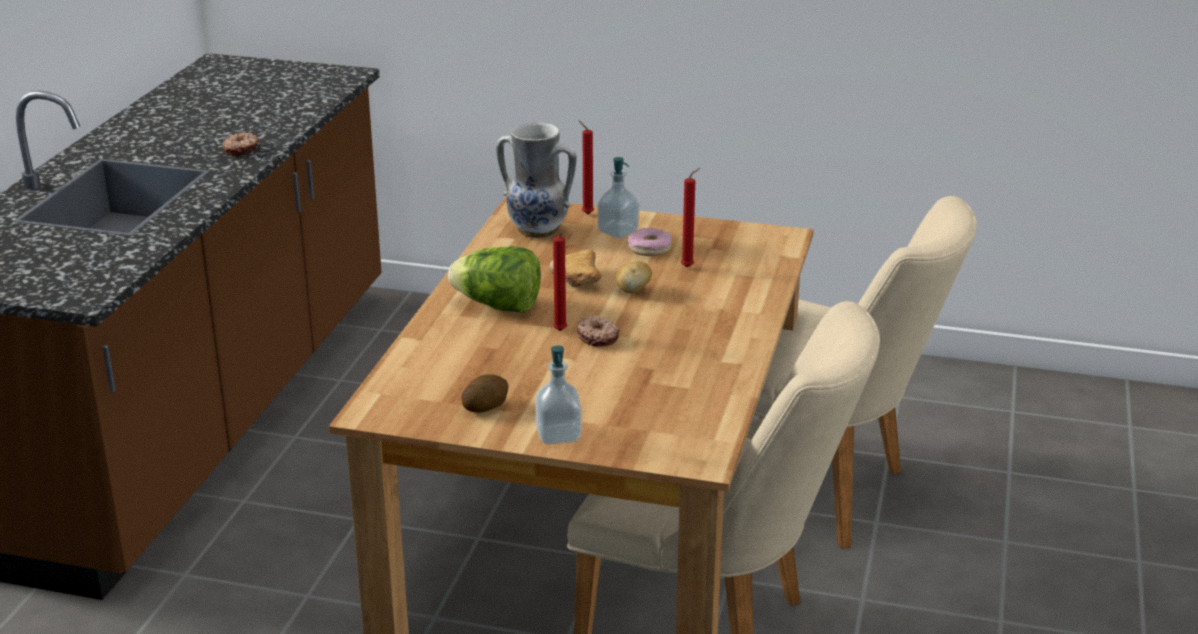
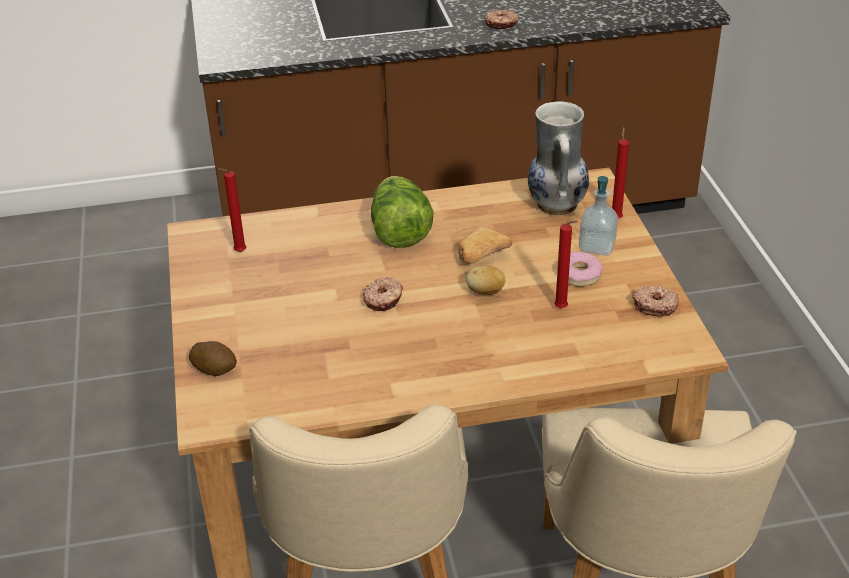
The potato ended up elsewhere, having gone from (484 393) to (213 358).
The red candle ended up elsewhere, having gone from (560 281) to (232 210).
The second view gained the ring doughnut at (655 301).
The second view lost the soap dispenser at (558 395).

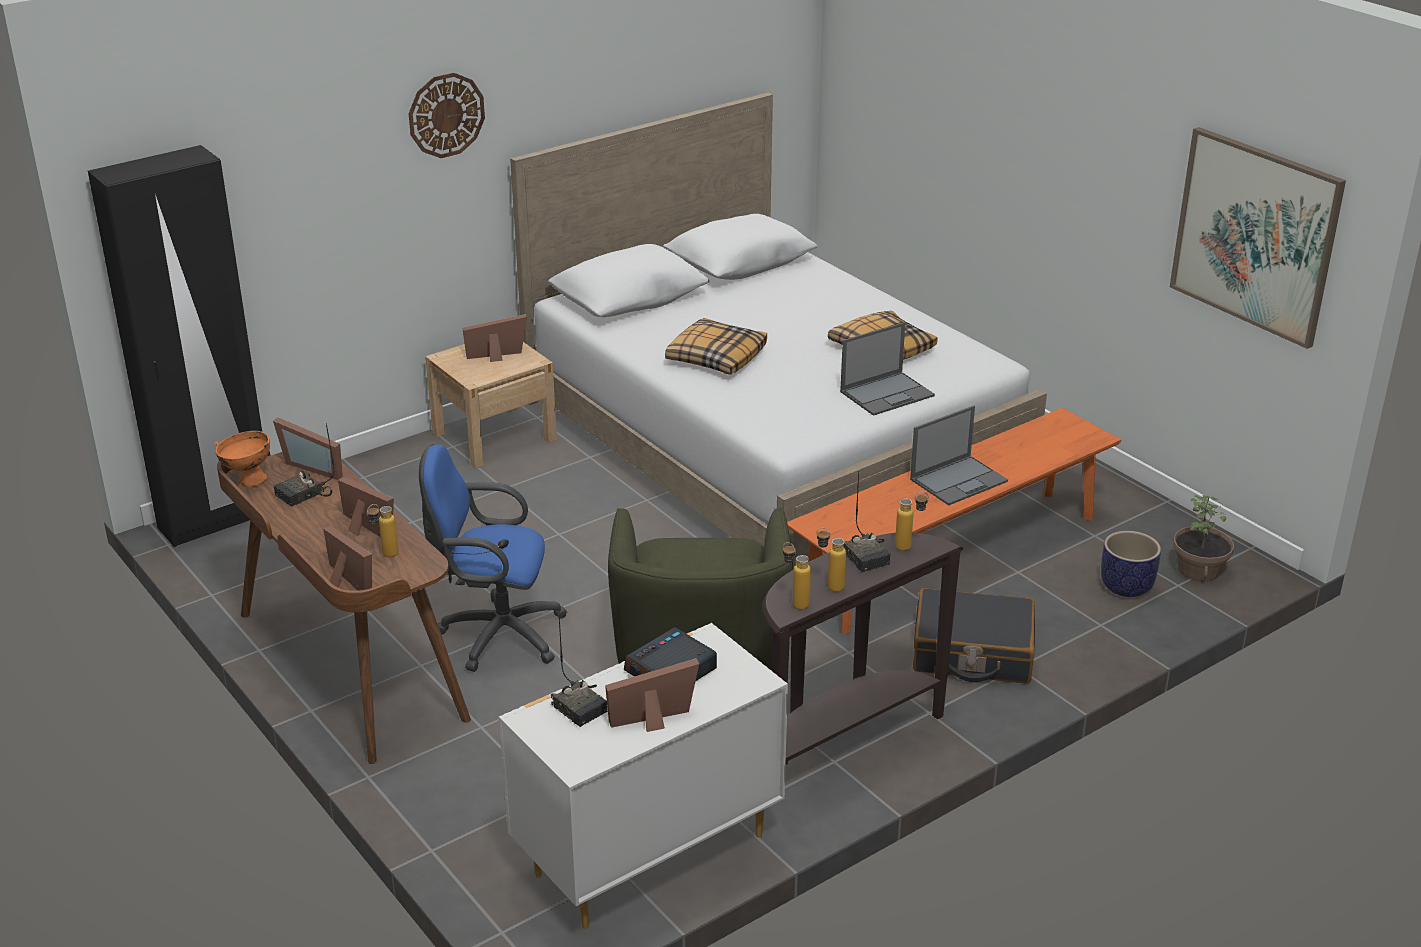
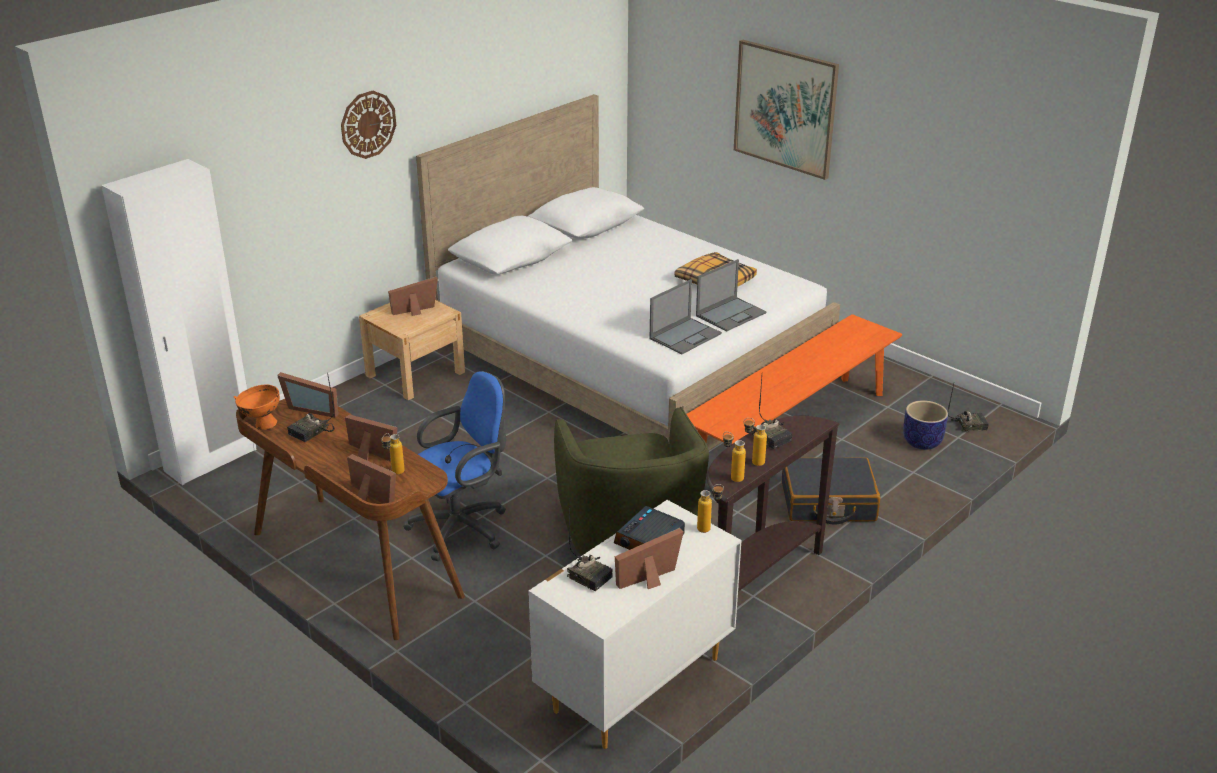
What was the black-coloured clothes cupboard at (175 346) turned into the white-coloured clothes cupboard at (179 322).
The bluish office chair at (493 558) ended up facing another way, 150 degrees clockwise from before.
The notebook computer ended up elsewhere, having gone from (959 455) to (685 316).
The bottle ended up elsewhere, having gone from (912 521) to (710 508).
The wall art ended up elsewhere, having gone from (1258 238) to (786 110).
Where the houseplant stood at (1203 538), the radio came to stand at (968 407).
The second view lost the pillow at (716 346).

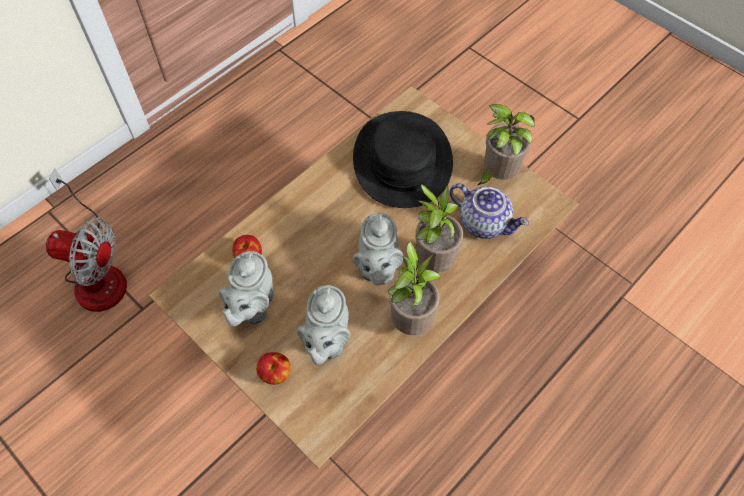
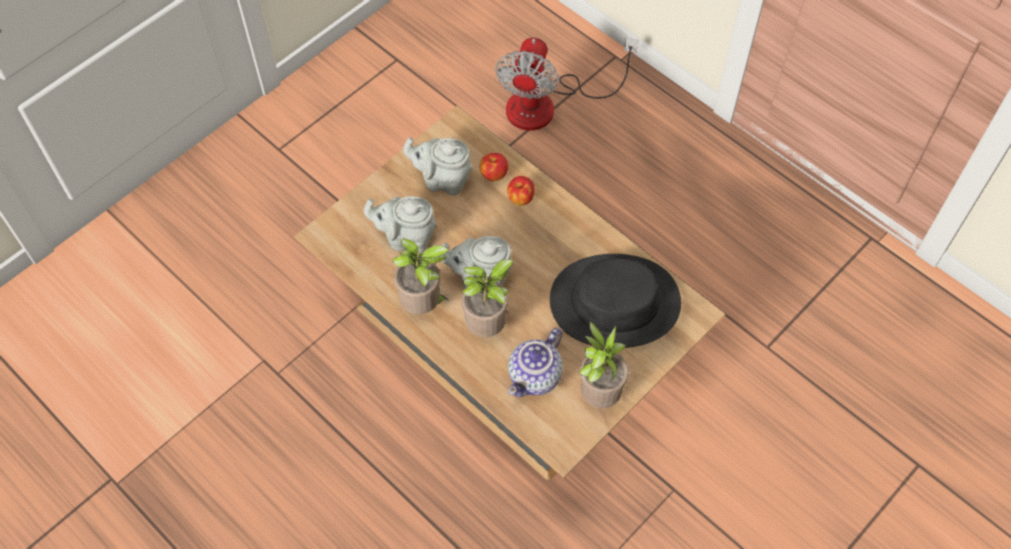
The whole apple ended up elsewhere, having gone from (273 368) to (521 190).

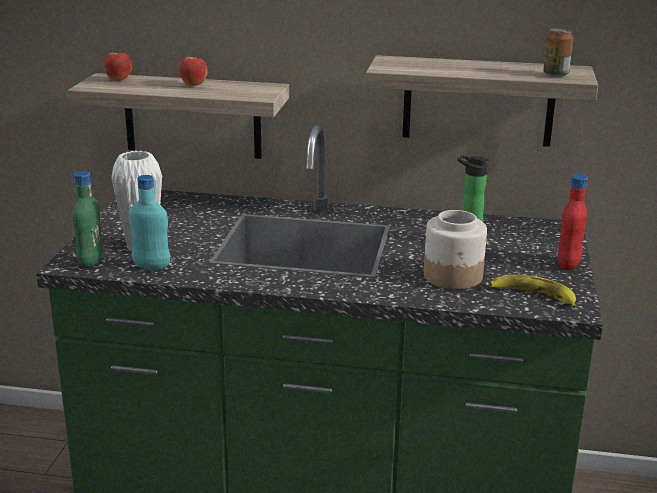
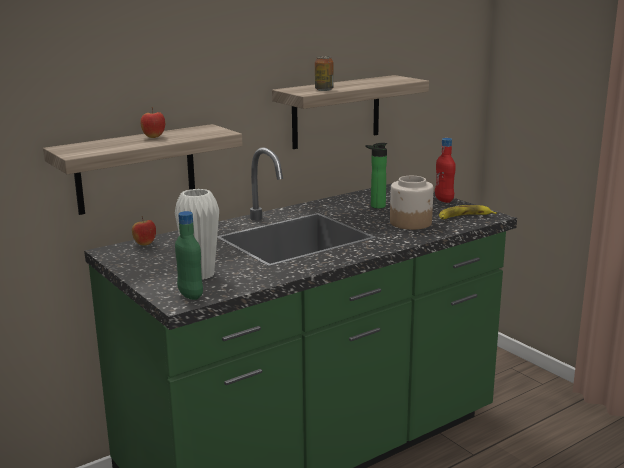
The whole apple ended up elsewhere, having gone from (118 63) to (144 231).
The can ended up elsewhere, having gone from (558 52) to (324 73).
The second view lost the blue-green bottle at (149 222).

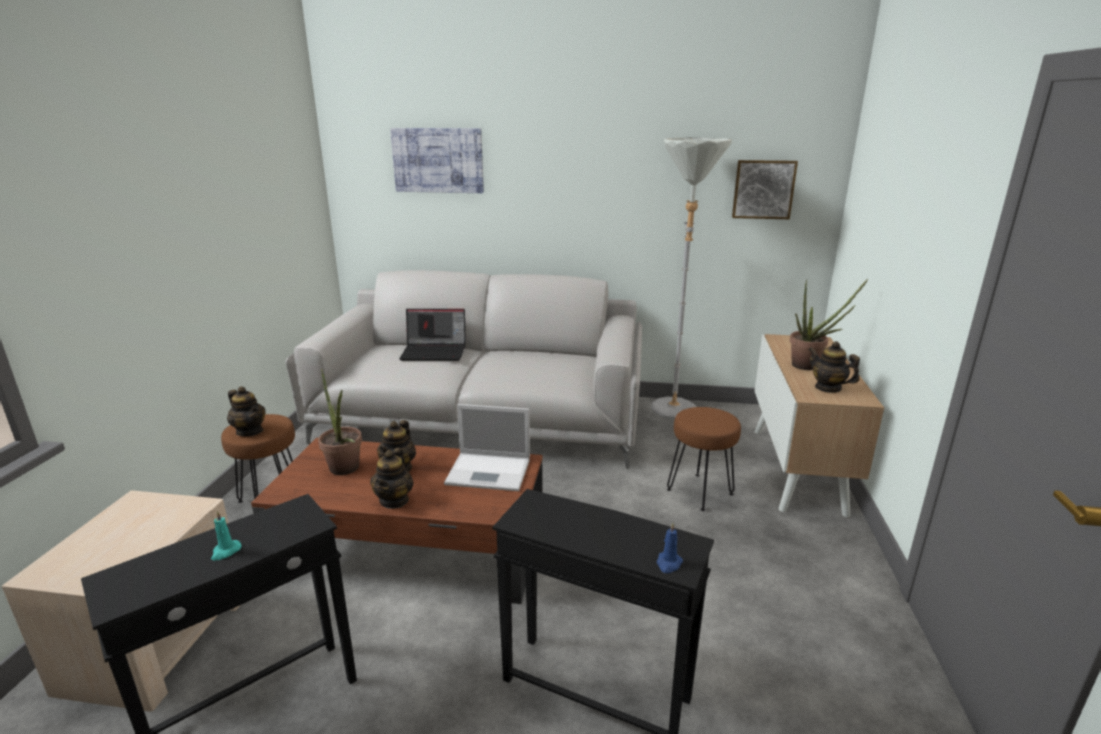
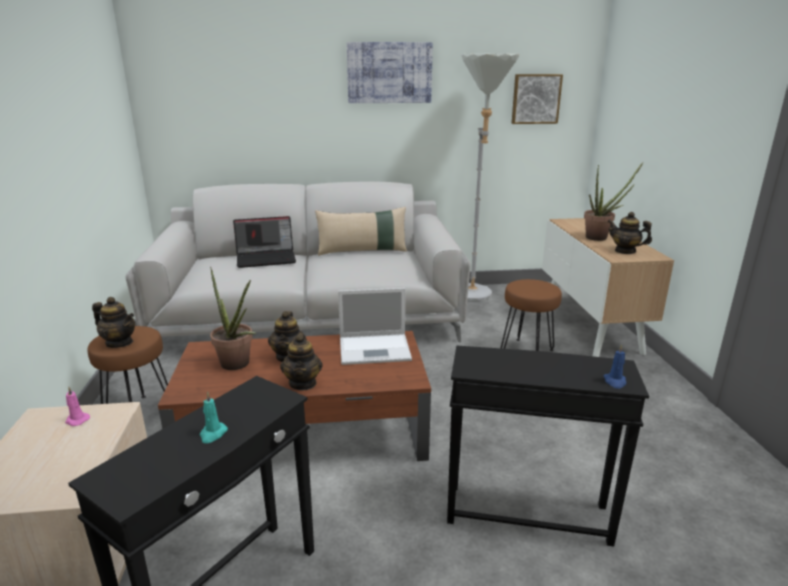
The second view gained the pink candle at (77 406).
The second view gained the beige pillow at (361 231).
The wall art ended up elsewhere, having gone from (437 160) to (390 72).

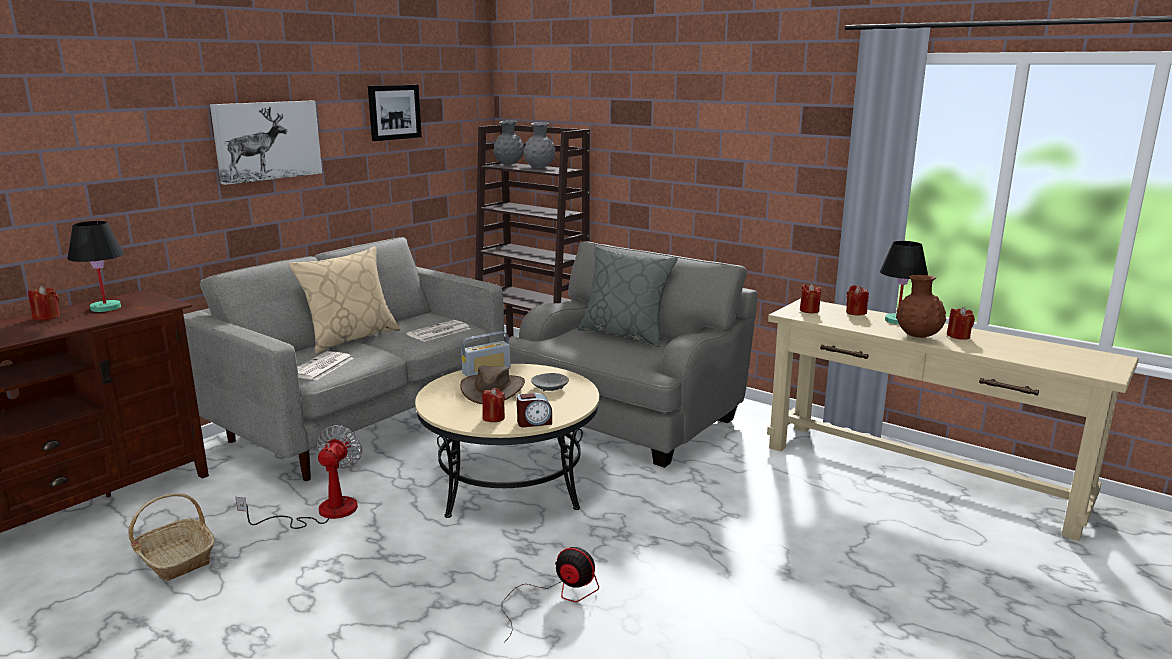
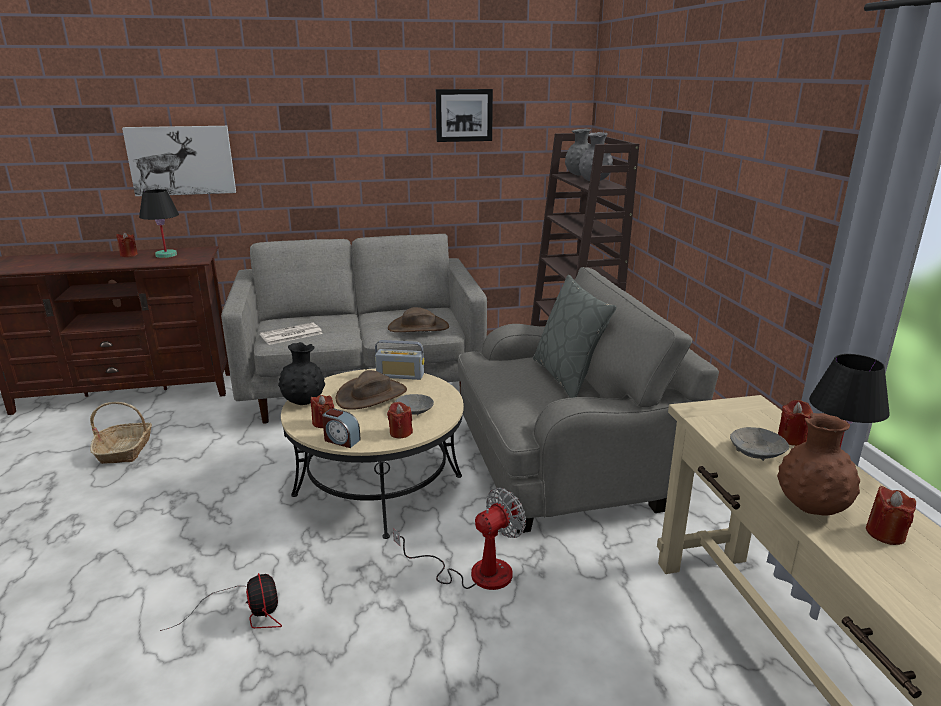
The wall art ended up elsewhere, having gone from (266 143) to (179 161).
The second view gained the black-coloured flower vase at (301 373).
The red candle ended up elsewhere, having gone from (810 299) to (400 420).
Where the printed paper stood at (438 331), the brown-coloured wearable hat came to stand at (418 319).
The cooling fan ended up elsewhere, having gone from (299 477) to (459 539).
The second view gained the grey deep dish at (759 444).
The second view lost the beige pillow at (344 300).

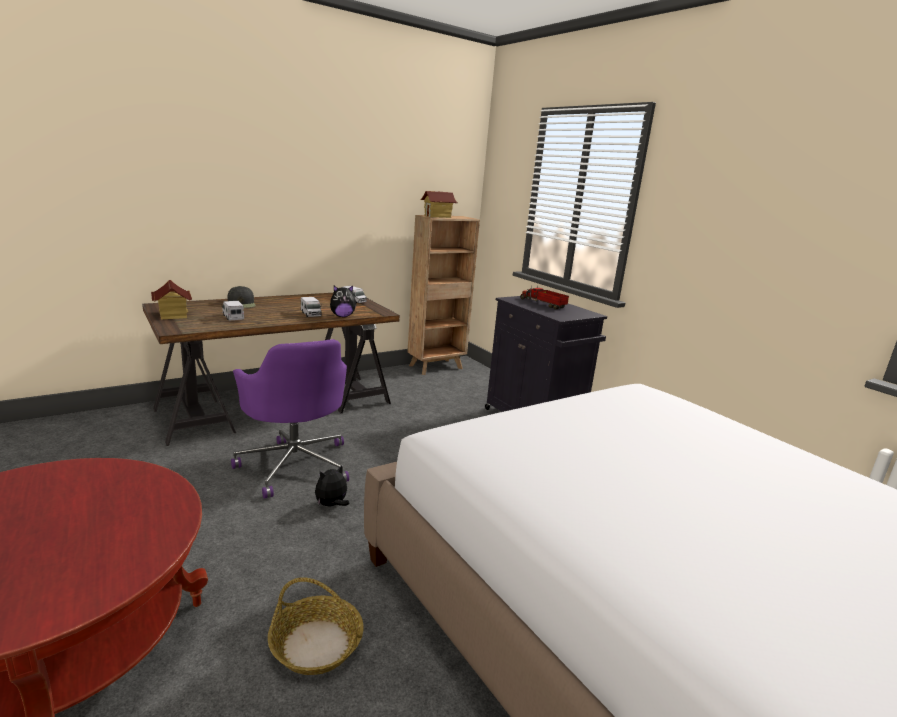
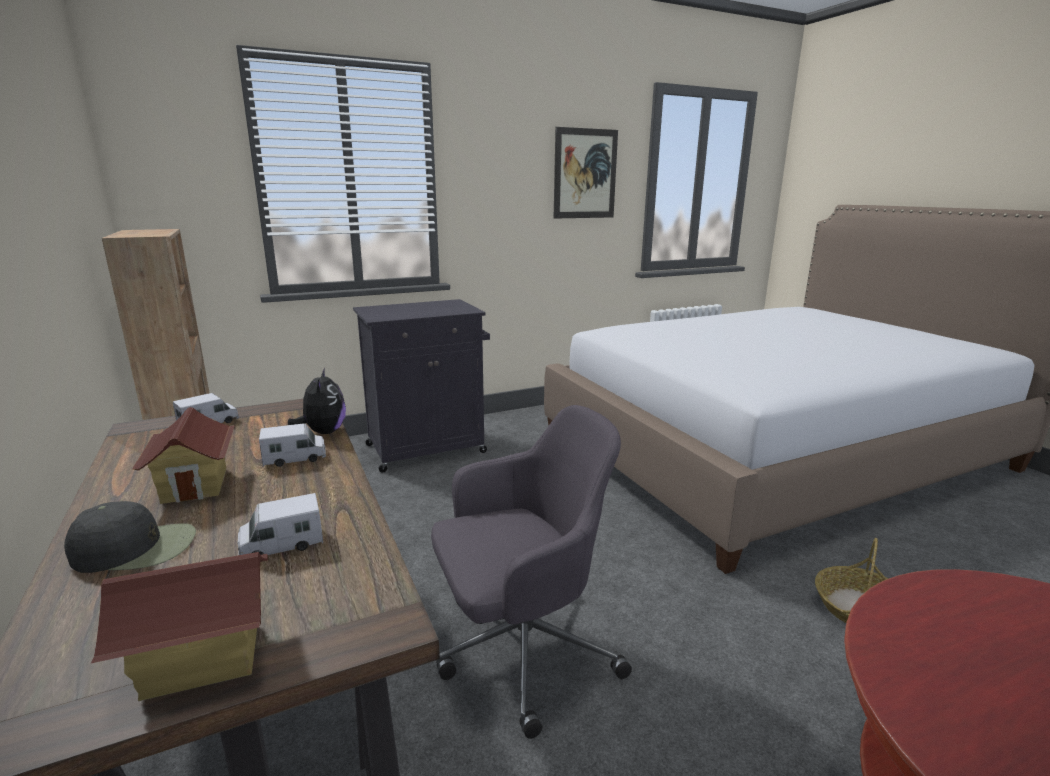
The model house ended up elsewhere, having gone from (438 204) to (183 455).
What was the purple-coloured office chair at (290 419) turned into the grey office chair at (531 572).
The second view gained the wall art at (586 173).
The second view lost the plush toy at (332 485).
The second view lost the model truck at (544 297).

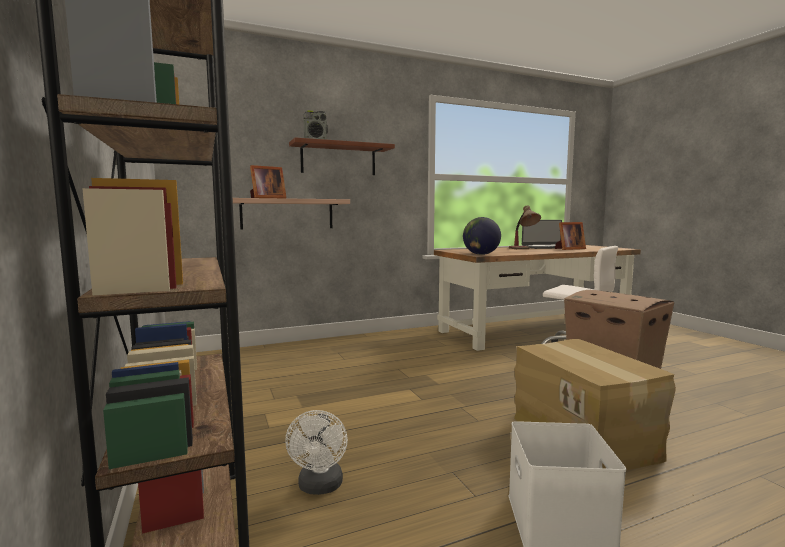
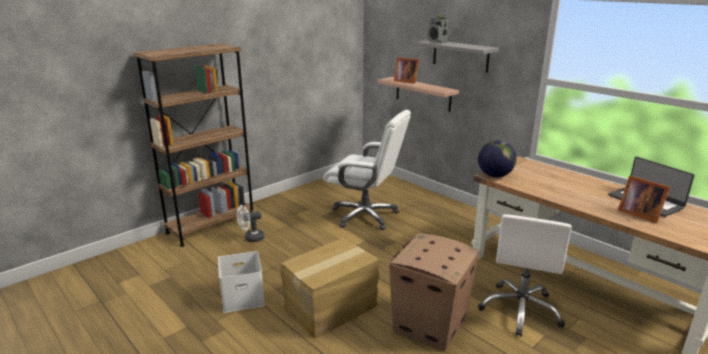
The second view gained the white-coloured office chair at (367 170).
What was the brown-coloured shelf at (342 156) turned into the grey shelf at (456 56).
The second view lost the table lamp at (525 227).

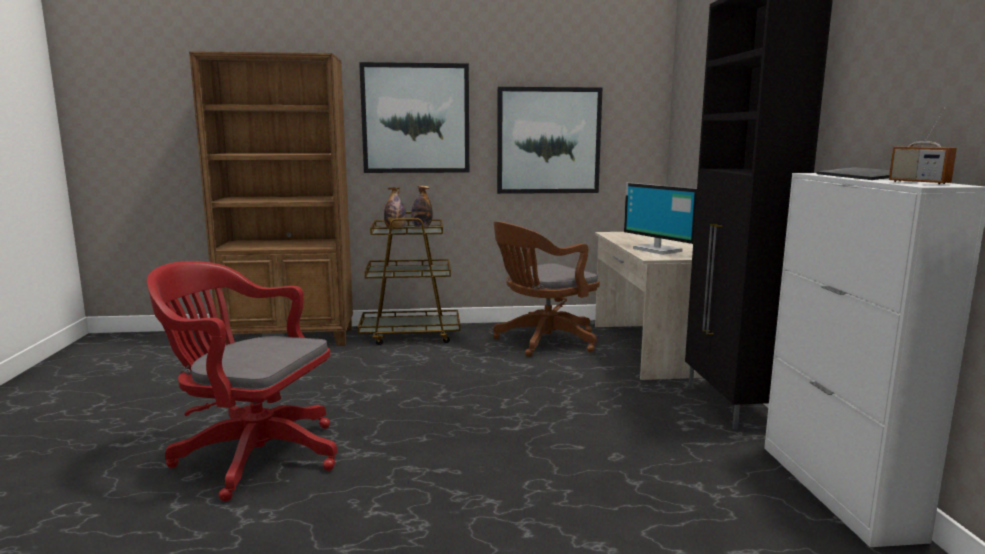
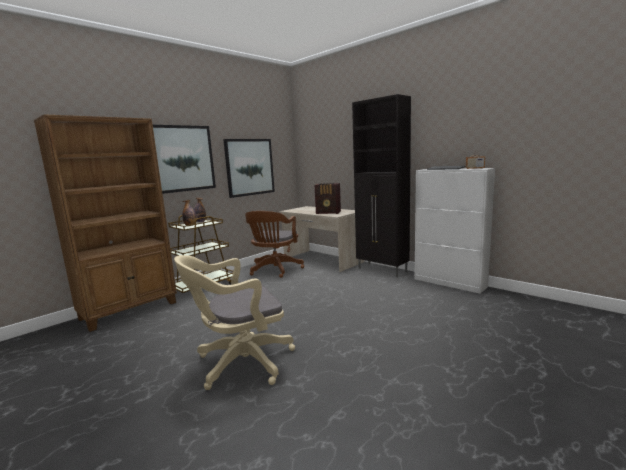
What was the red office chair at (242 381) turned into the beige office chair at (234 322).
Where the computer screen stood at (660 219), the radio came to stand at (328 198).

